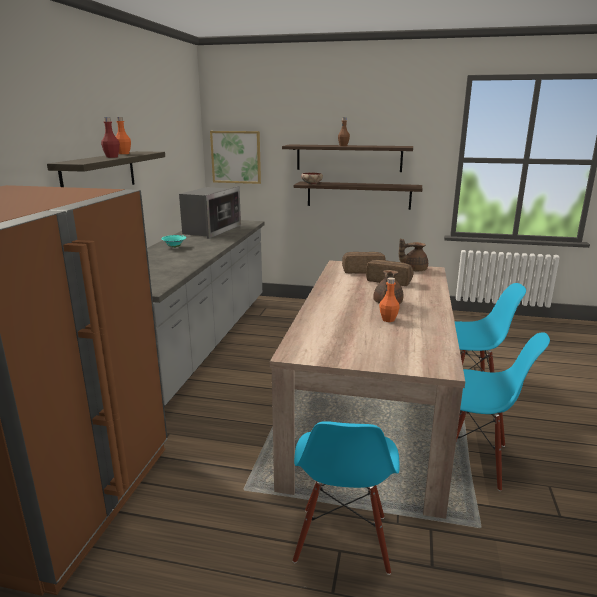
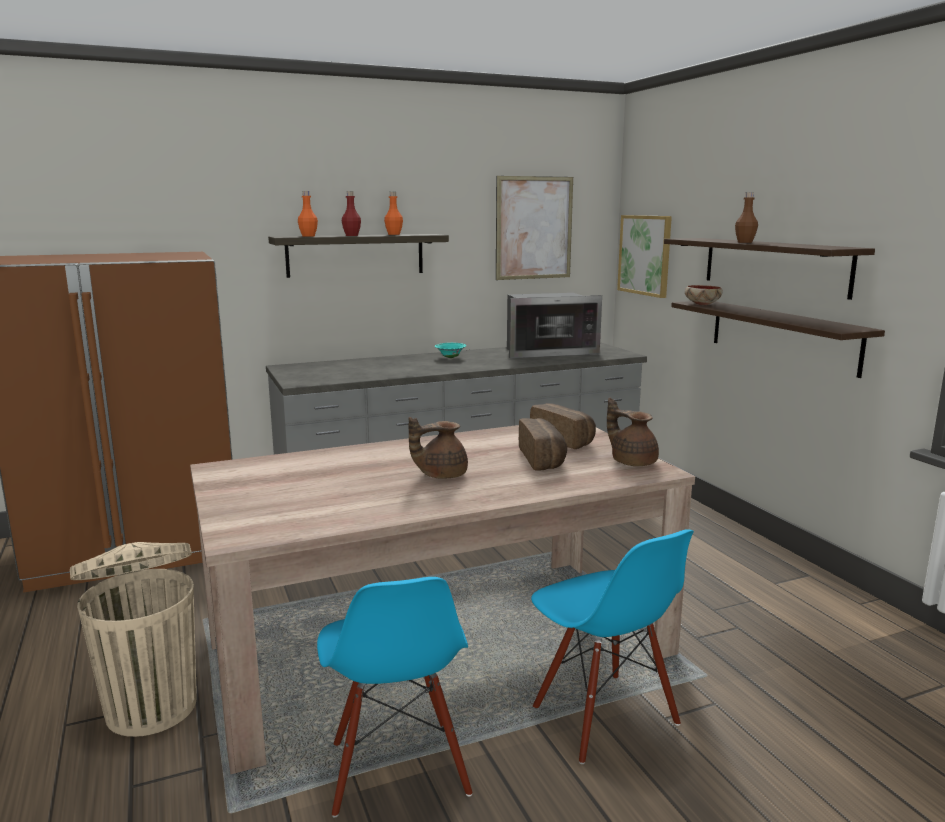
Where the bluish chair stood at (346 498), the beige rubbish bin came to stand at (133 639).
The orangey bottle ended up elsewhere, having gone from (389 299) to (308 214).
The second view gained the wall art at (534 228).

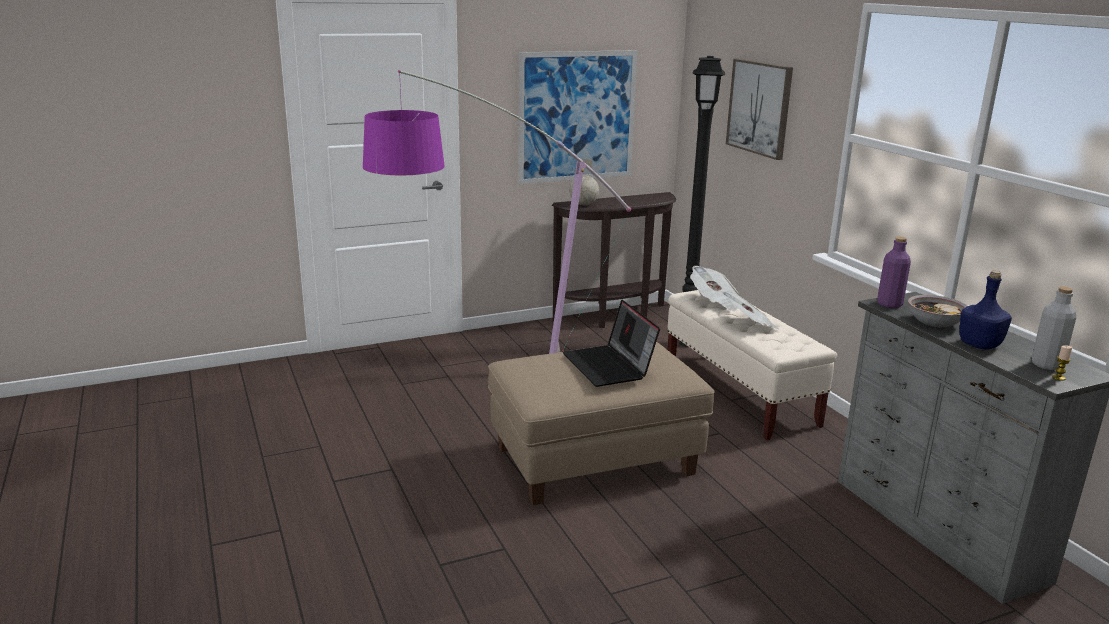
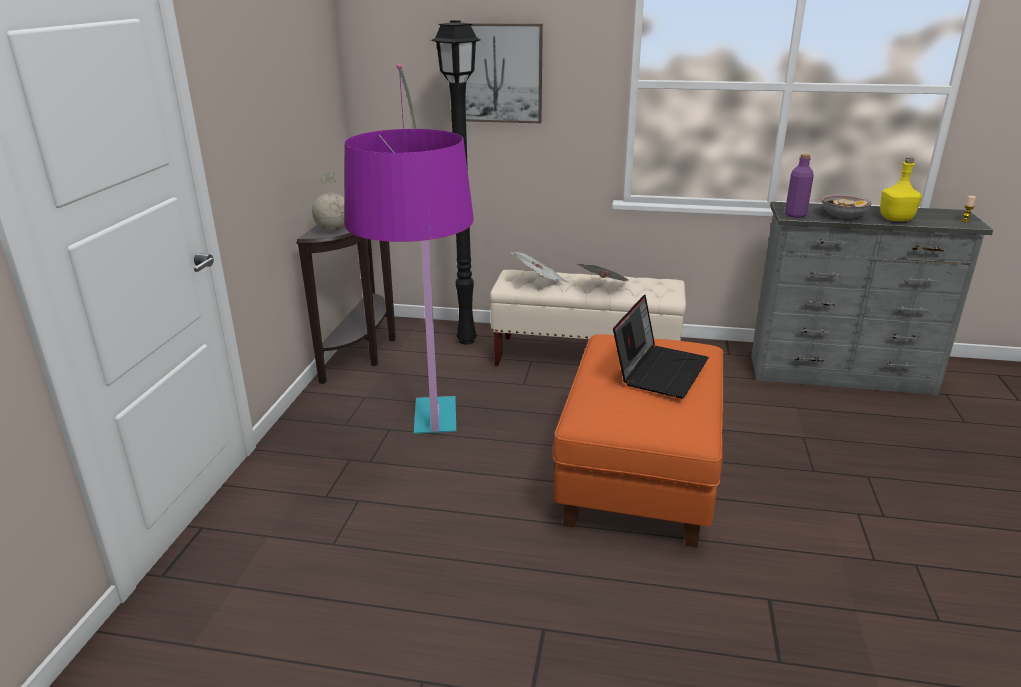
What was the beige footrest at (601 423) turned into the orangey footrest at (638 441).
The notebook computer at (611 343) ended up facing another way, 75 degrees counterclockwise from before.
What was the bluish bottle at (985 310) turned into the yellow-coloured bottle at (901 189).
The second view lost the wall art at (578 117).
The second view lost the grey bottle at (1054 328).

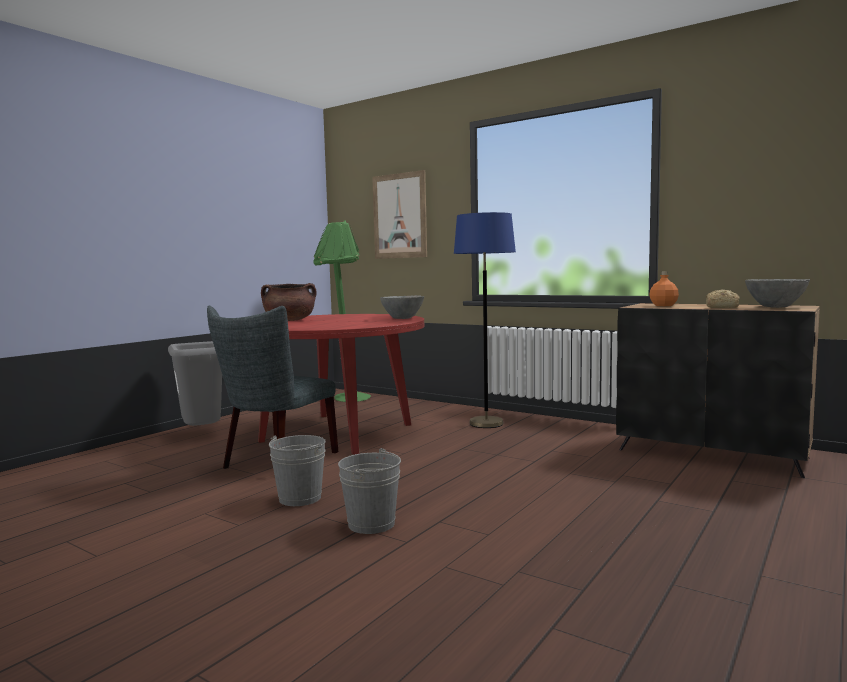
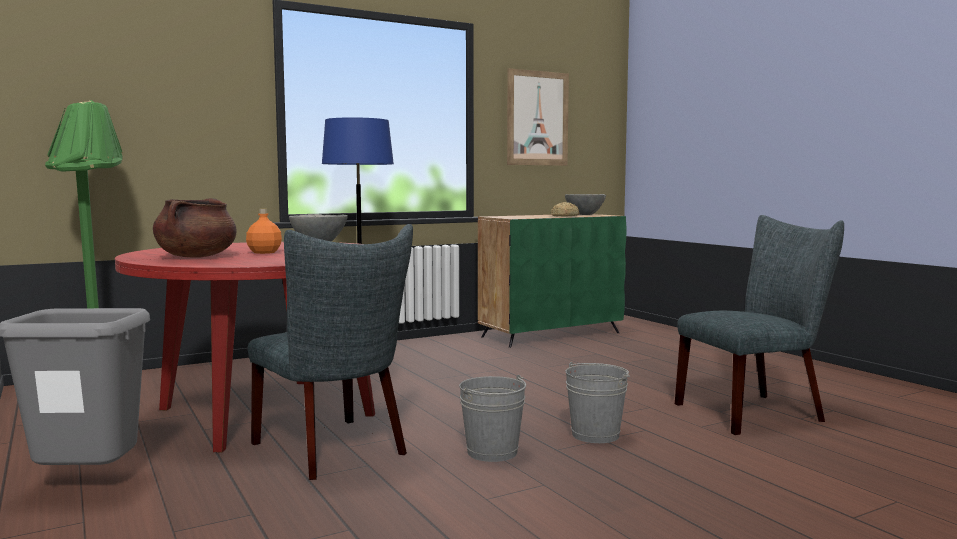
The orangey bottle ended up elsewhere, having gone from (664 288) to (264 231).
What was the black-coloured storage cabinet at (718 390) turned into the green storage cabinet at (552 281).
The wall art ended up elsewhere, having gone from (399 214) to (538 117).
The second view gained the grey chair at (759 325).

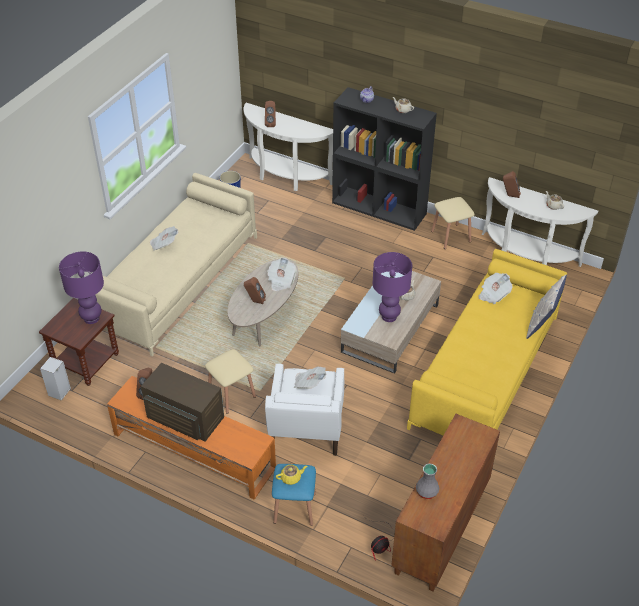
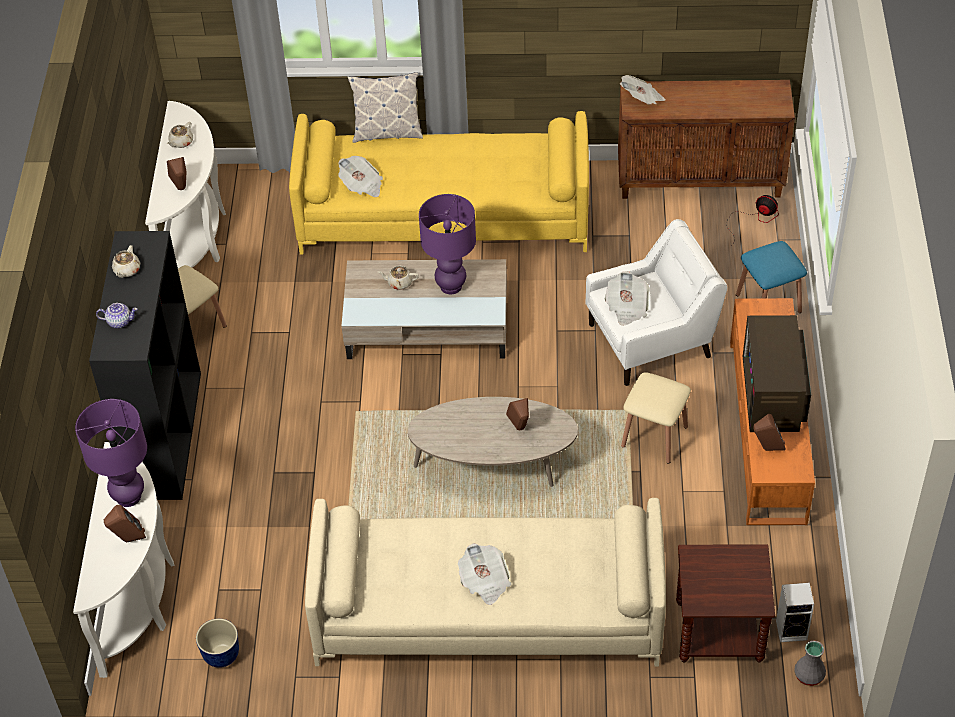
The purple-coloured table lamp ended up elsewhere, having gone from (81 287) to (111 453).
The printed paper ended up elsewhere, having gone from (282 274) to (643 90).
The grey flower vase ended up elsewhere, having gone from (427 481) to (810 663).
The second view lost the yellow-coloured pot for tea at (291 475).

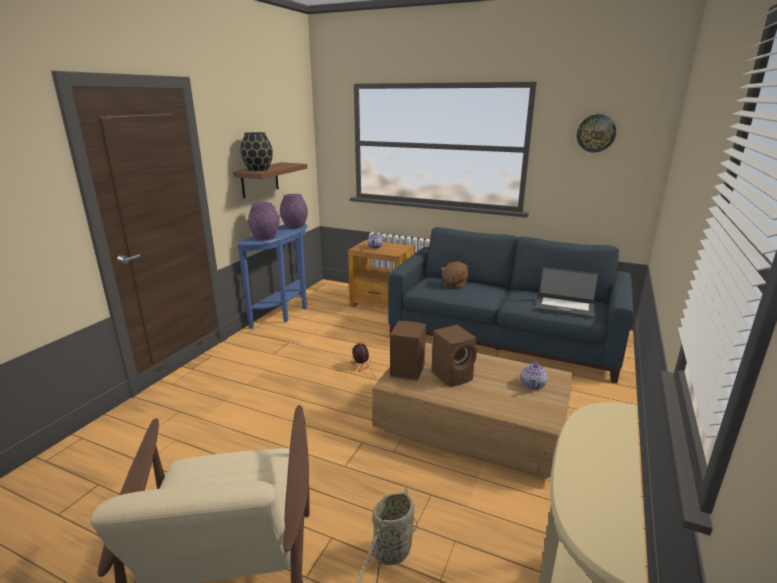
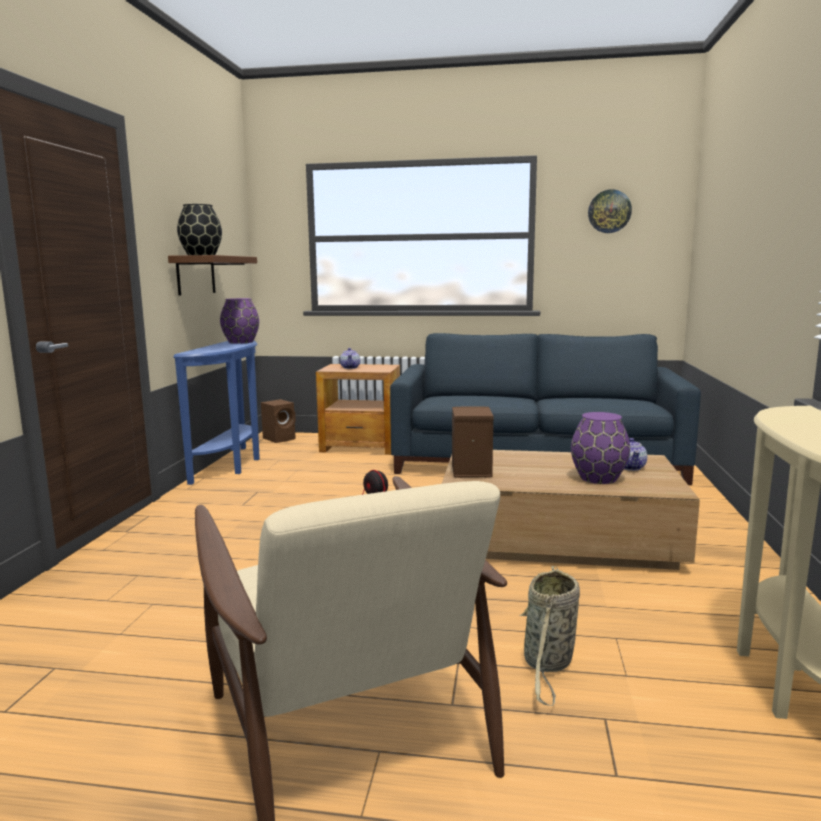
The brown-coloured audio speaker ended up elsewhere, having gone from (454 356) to (278 421).
The purple-coloured flower vase ended up elsewhere, having gone from (263 221) to (600 448).
The second view lost the brown-coloured plush toy at (455 275).
The second view lost the notebook computer at (567 292).

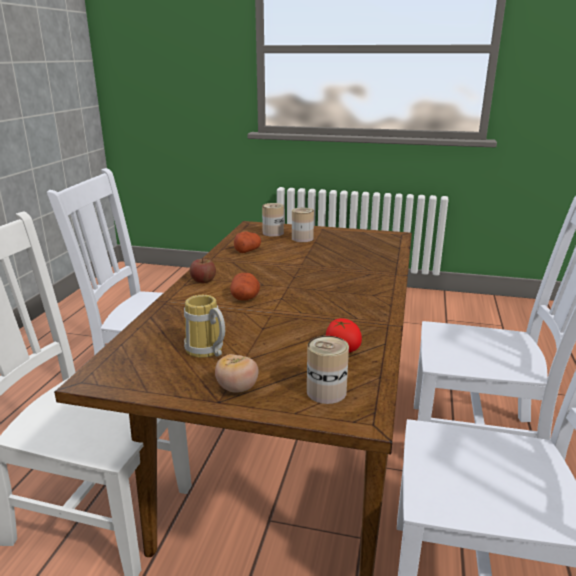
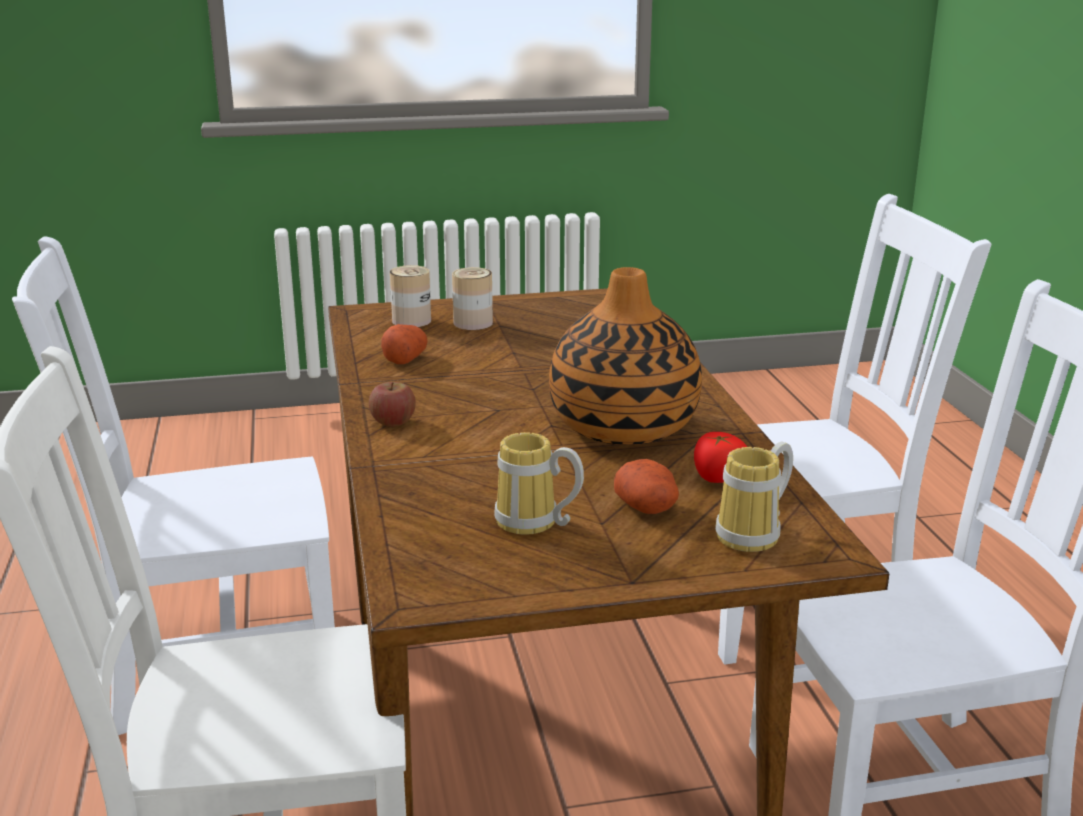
The second view gained the flower vase at (625 356).
The potato ended up elsewhere, having gone from (245 286) to (646 486).
Where the can stood at (328 370), the coffee mug came to stand at (754 497).
The second view lost the tomato at (237 373).

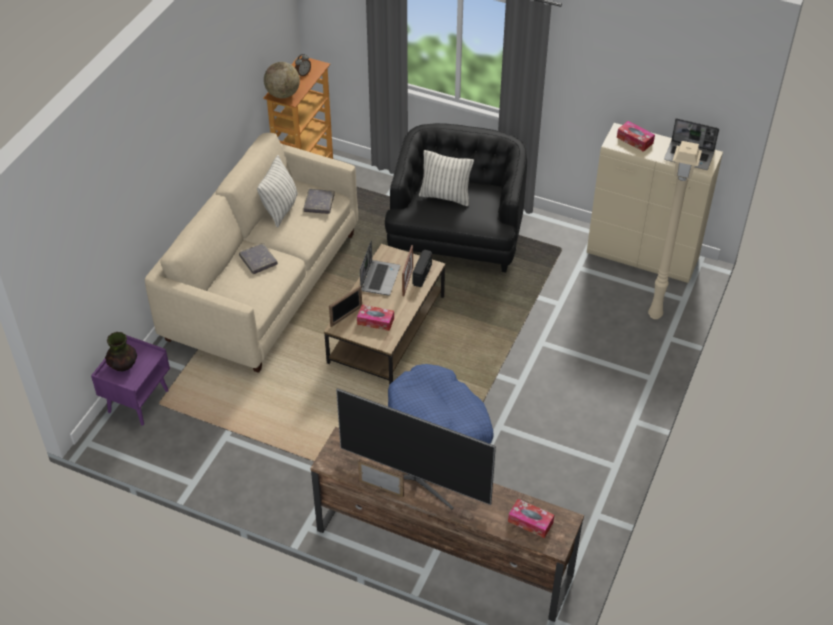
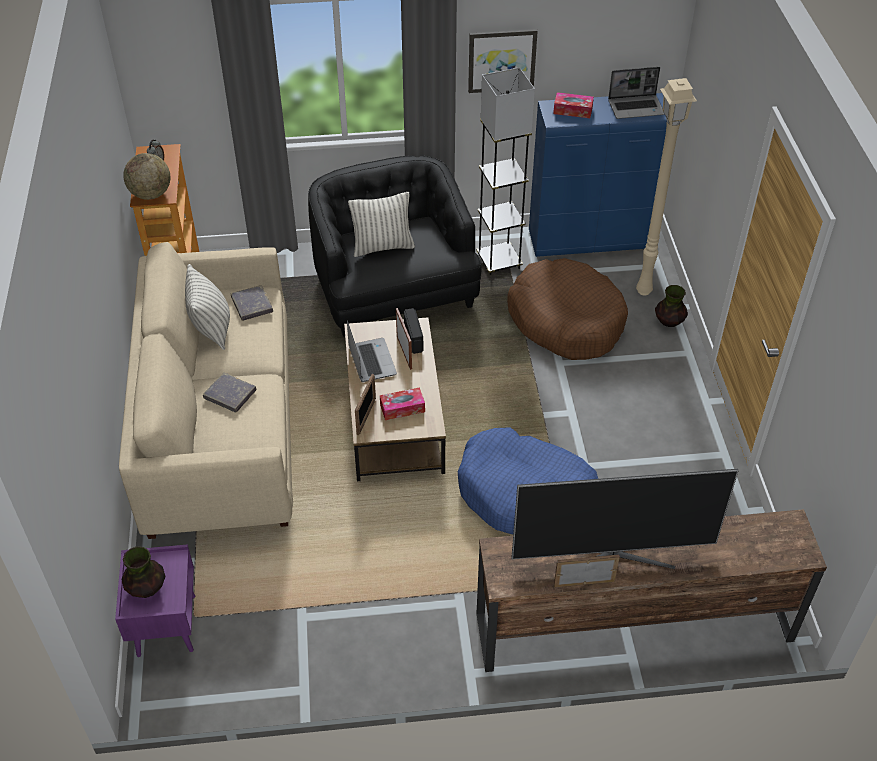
The second view gained the wall art at (503 61).
The second view gained the grey floor lamp at (505 171).
The second view gained the brown-coloured dog cushion at (567 309).
What was the beige storage cabinet at (655 203) turned into the bluish storage cabinet at (598 175).
The second view gained the flower vase at (671 306).
The second view lost the tissue box at (531 518).

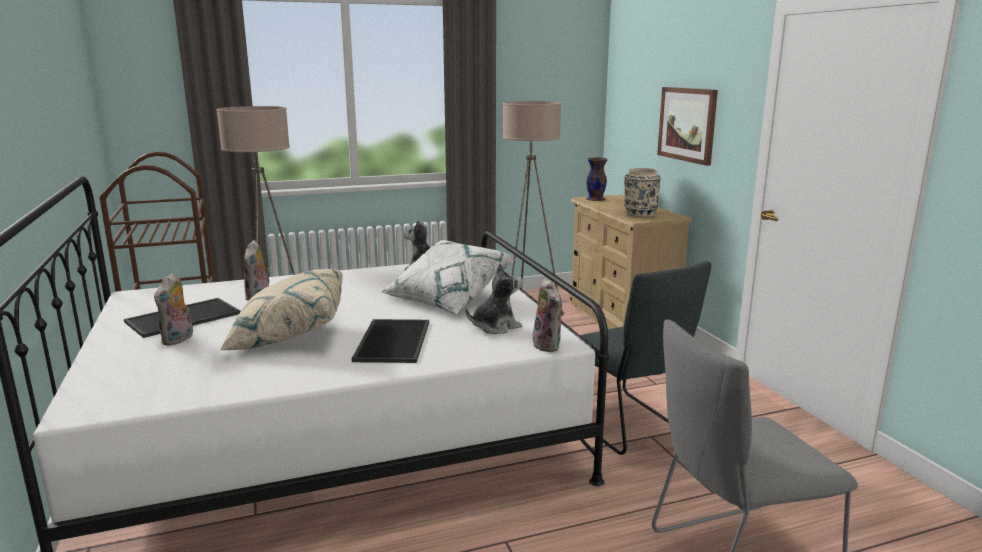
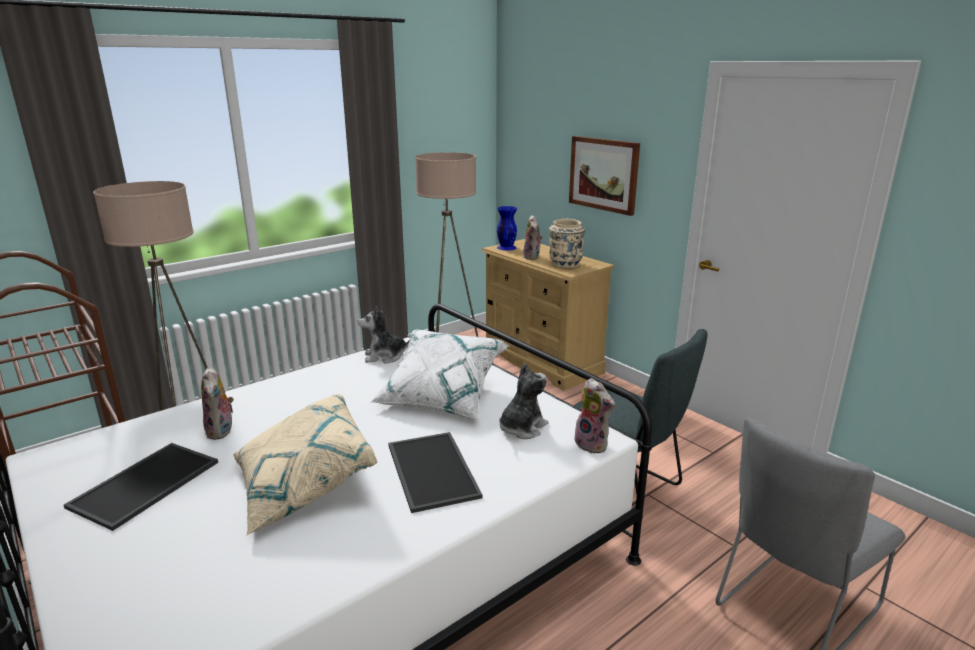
What was the brown-coloured flower vase at (597 179) turned into the bluish flower vase at (507 228).
The plush toy ended up elsewhere, having gone from (173 309) to (533 237).

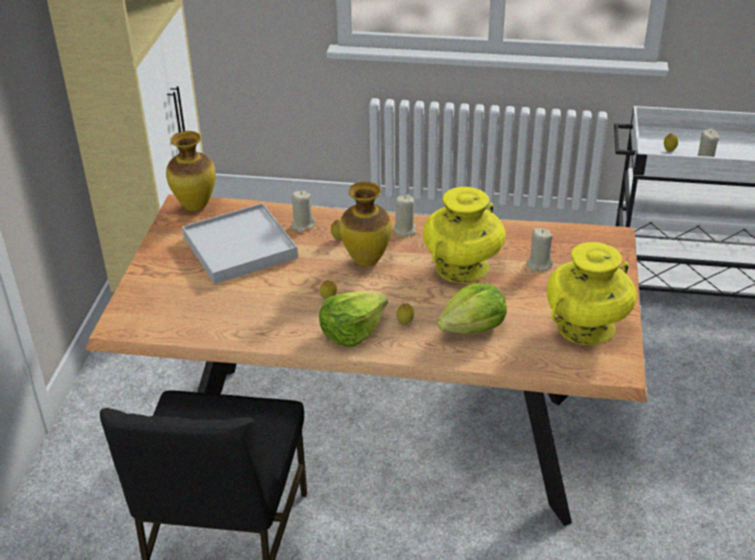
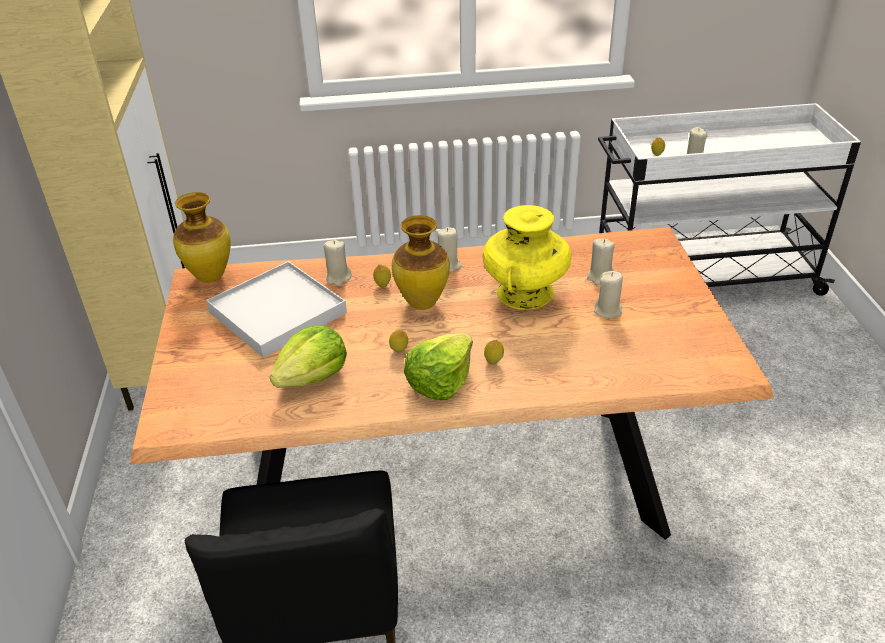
The lettuce head ended up elsewhere, having gone from (472 308) to (308 357).
The second view gained the beige candle at (608 294).
The second view lost the yellow-coloured flower vase at (591 293).

